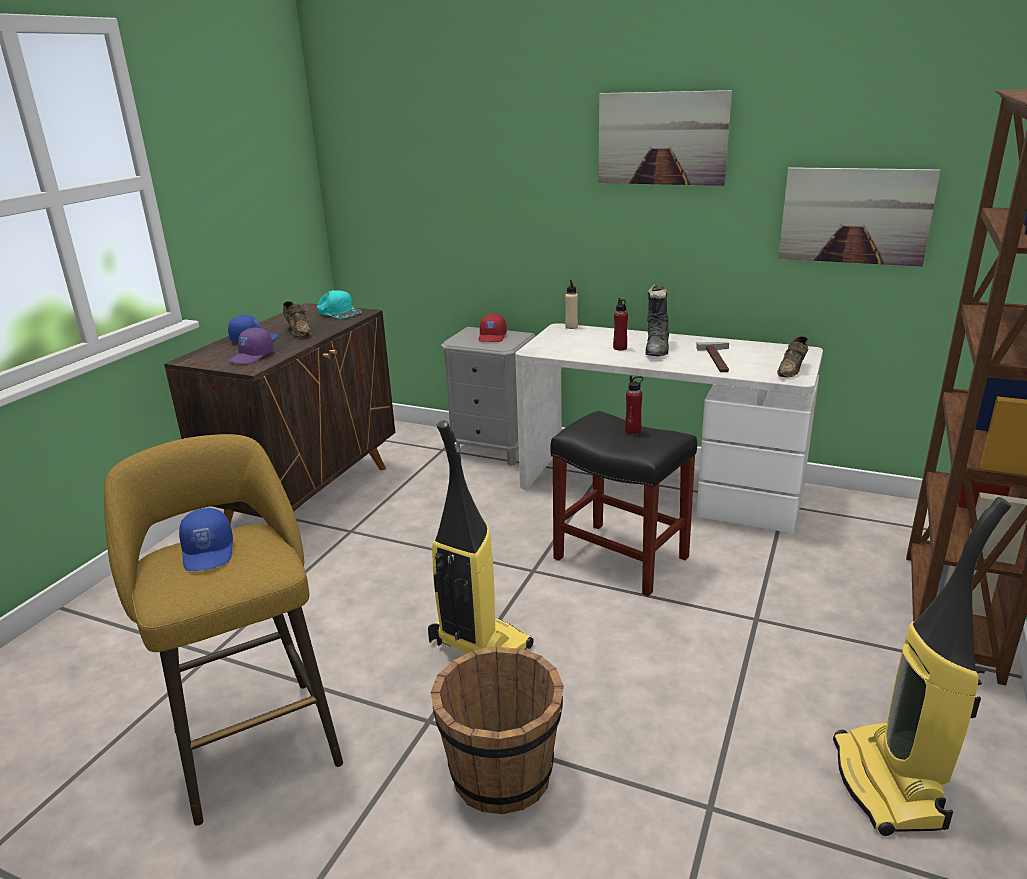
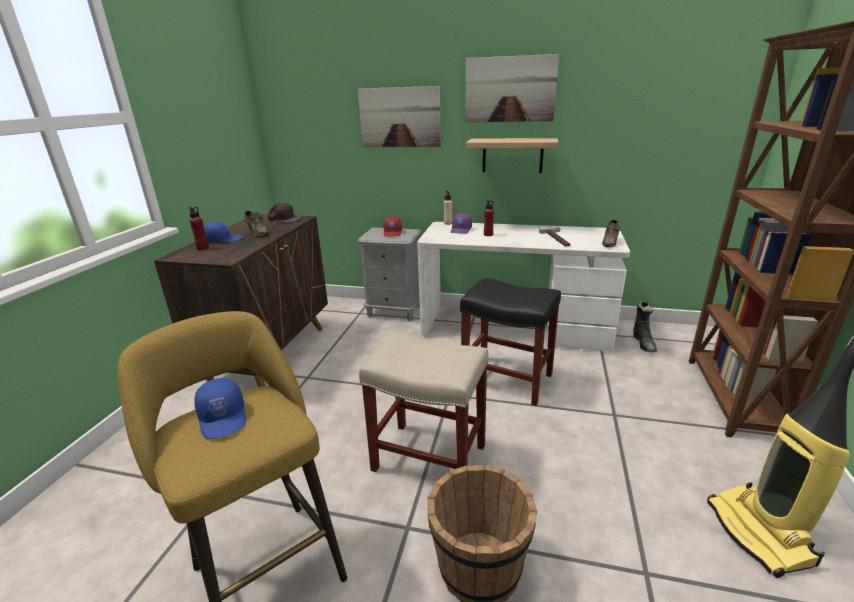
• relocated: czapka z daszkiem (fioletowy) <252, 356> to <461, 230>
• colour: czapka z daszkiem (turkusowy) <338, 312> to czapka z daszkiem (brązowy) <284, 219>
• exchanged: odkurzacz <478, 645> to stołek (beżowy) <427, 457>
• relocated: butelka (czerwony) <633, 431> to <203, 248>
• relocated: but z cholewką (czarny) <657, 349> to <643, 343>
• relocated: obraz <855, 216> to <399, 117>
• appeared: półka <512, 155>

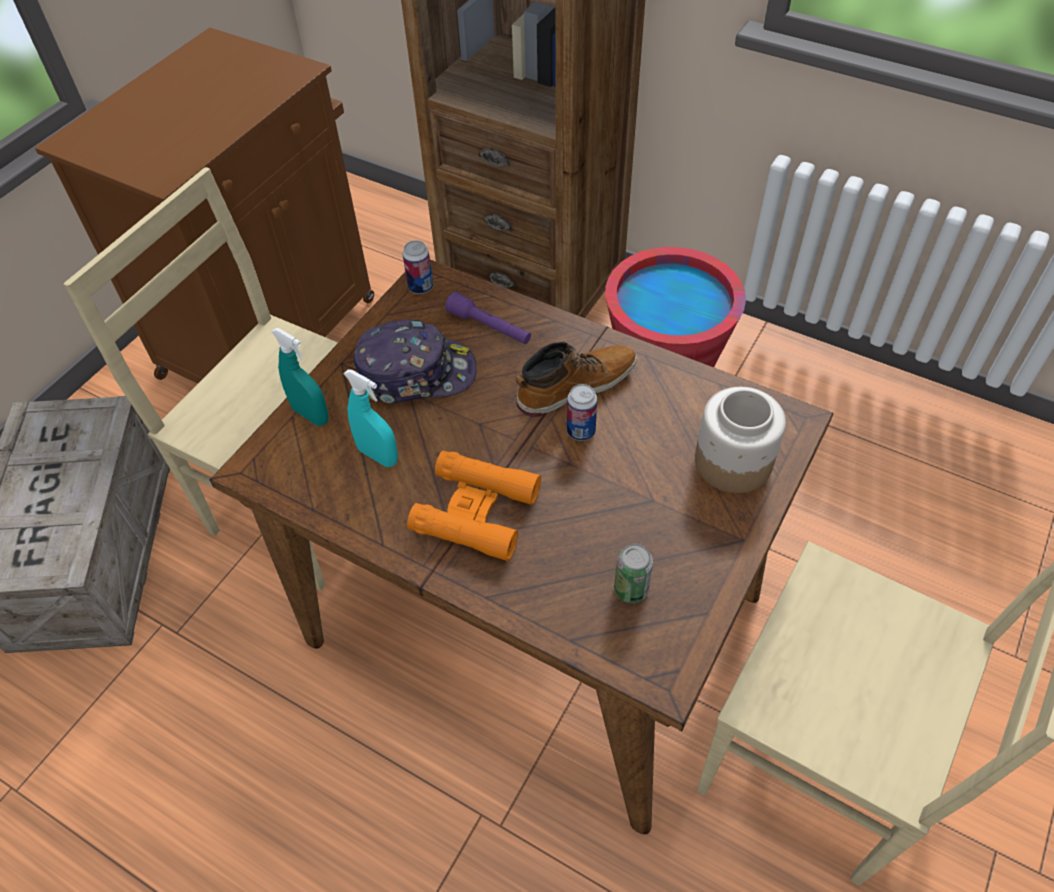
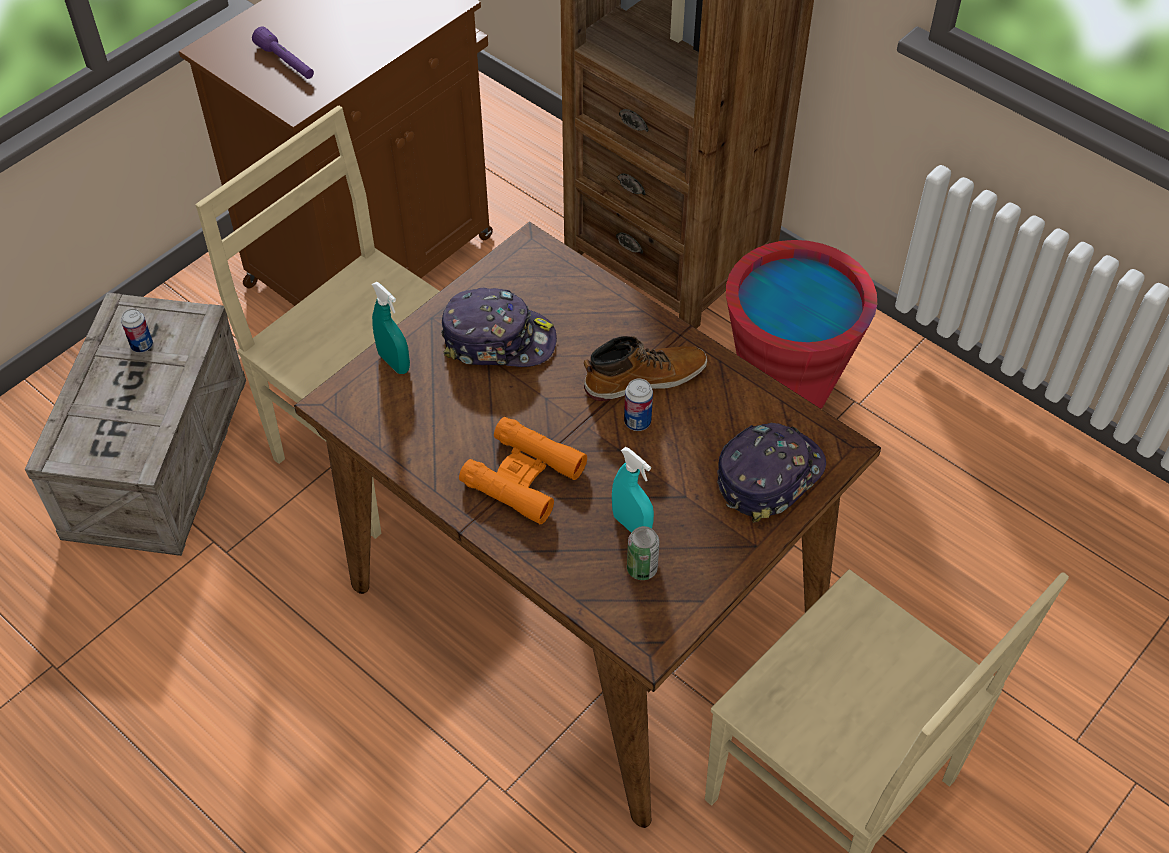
• relocated: spryskiwacz (turkusowy) <378, 456> to <631, 525>
• relocated: puszka <420, 287> to <142, 345>
• relocated: latarka (fioletowy) <489, 327> to <285, 62>
• exchanged: słoik <732, 462> to czapka z daszkiem <768, 475>

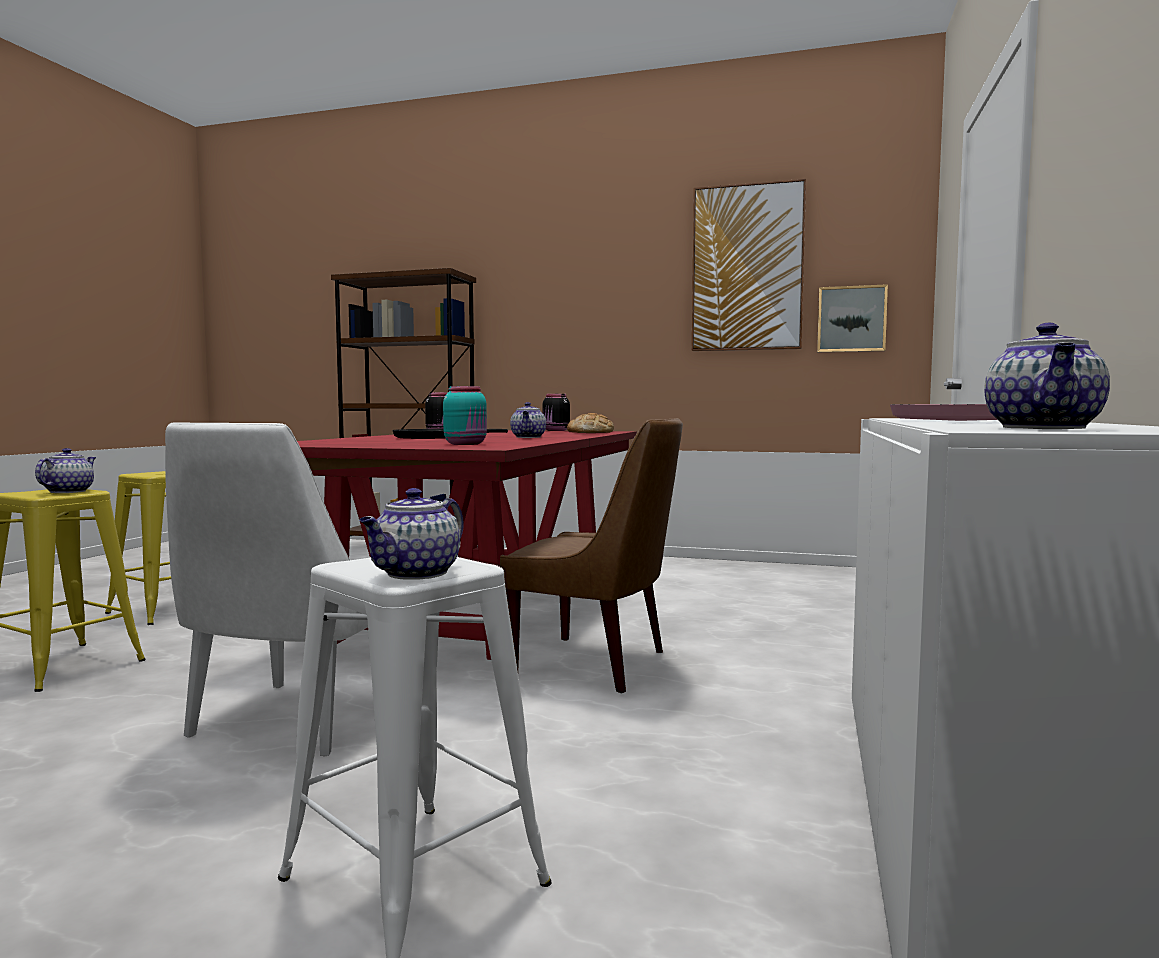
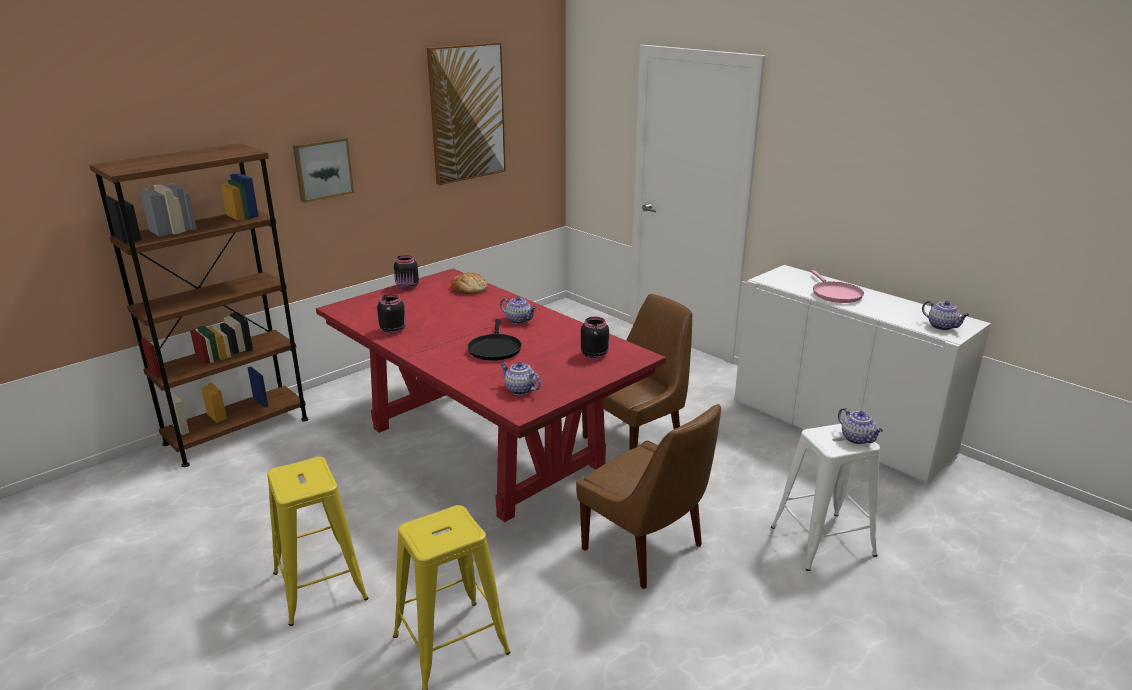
• relocated: imbryk <69, 491> to <519, 390>
• colour: krzesło (biały) <294, 721> to krzesło (brązowy) <646, 549>
• colour: słoik (turkusowy) <466, 444> to słoik (czarny) <594, 354>
• relocated: obraz <851, 319> to <322, 169>

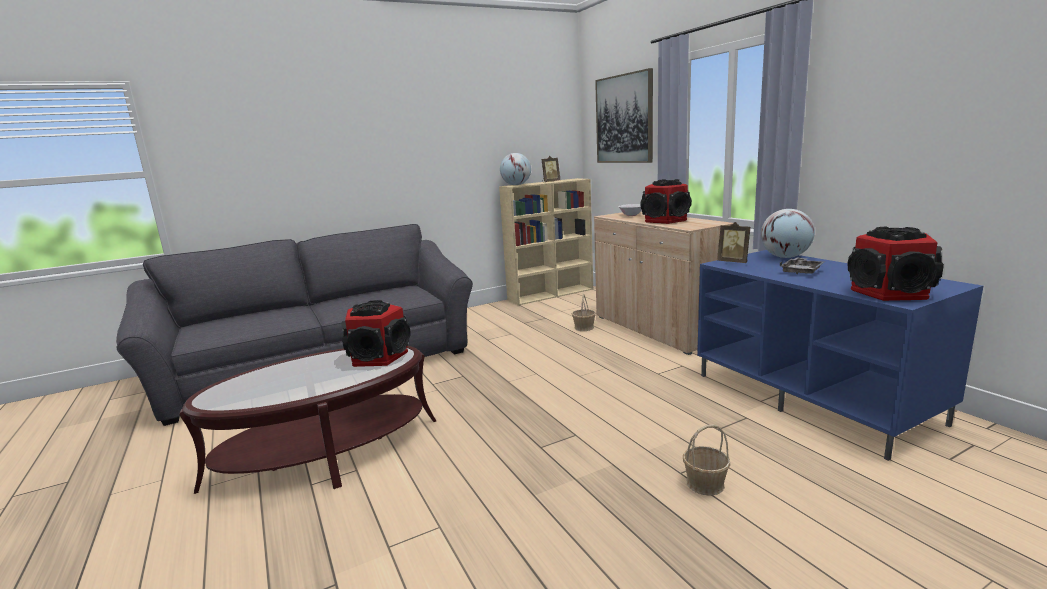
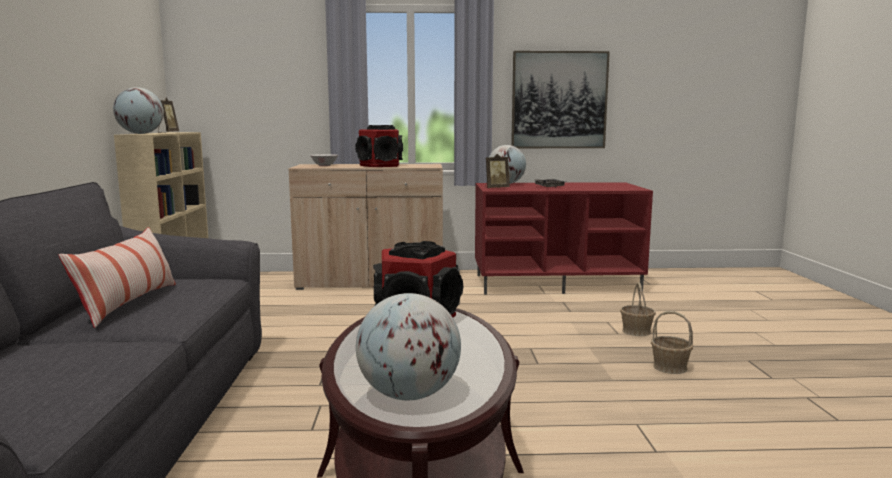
• relocated: koszyk <584, 328> to <670, 367>
• relocated: obraz <624, 119> to <559, 100>
• colour: szafka pod telewizor (niebieski) <814, 398> to szafka pod telewizor (czerwony) <556, 283>
• missing: głośnik <891, 292>
• appeared: poduszka <128, 304>
• appeared: globus <409, 395>

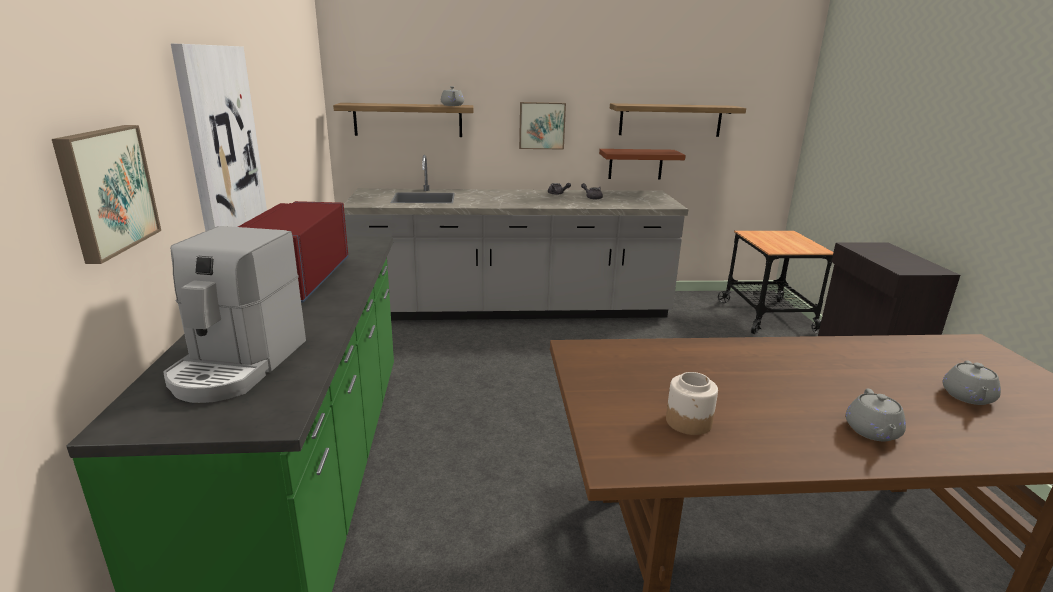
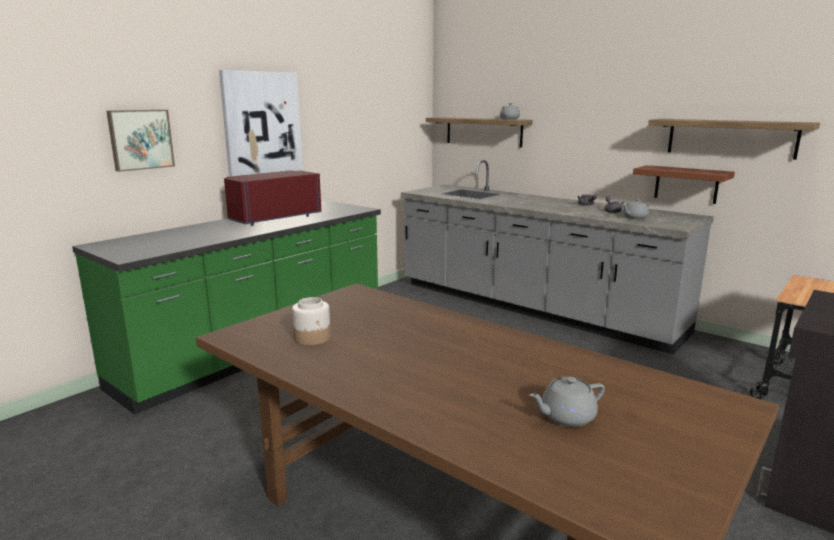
• missing: ekspres do kawy <238, 365>
• missing: obraz <541, 125>
• relocated: imbryk (szary) <872, 432> to <634, 217>

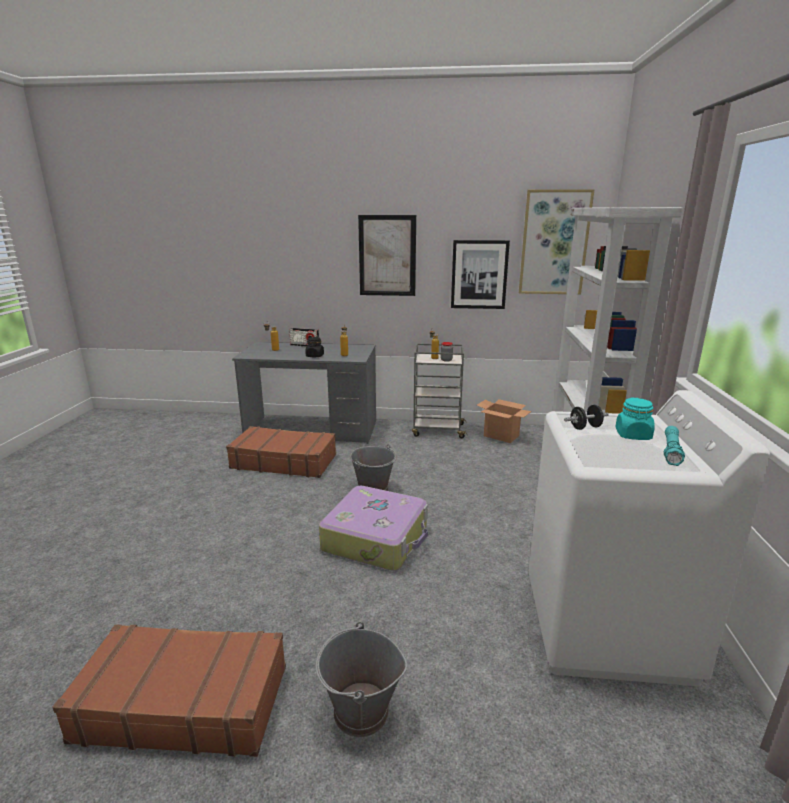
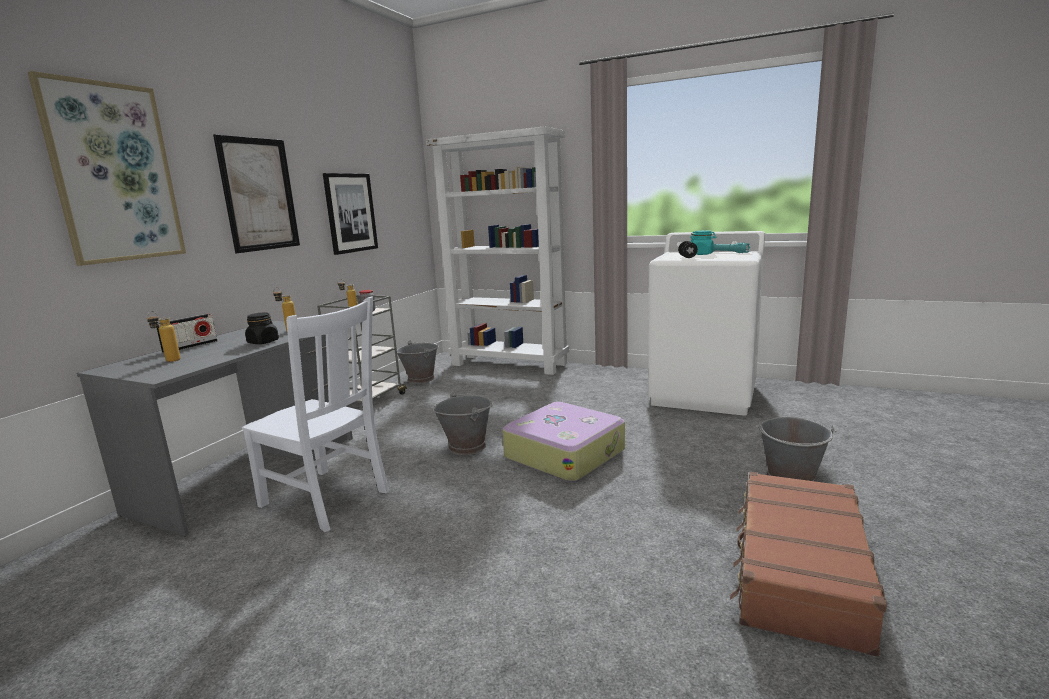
• exchanged: walizka (brązowy) <284, 461> to krzesło (biały) <327, 499>
• exchanged: karton <501, 436> to wiadro (szary) <421, 379>
• relocated: obraz <554, 243> to <113, 173>

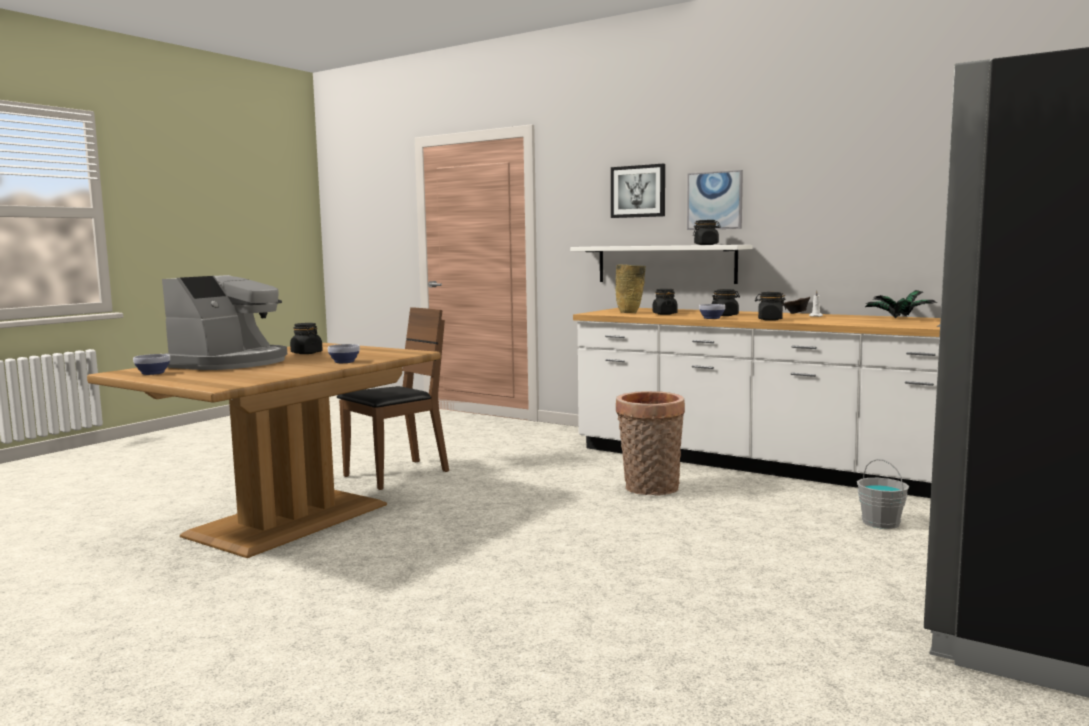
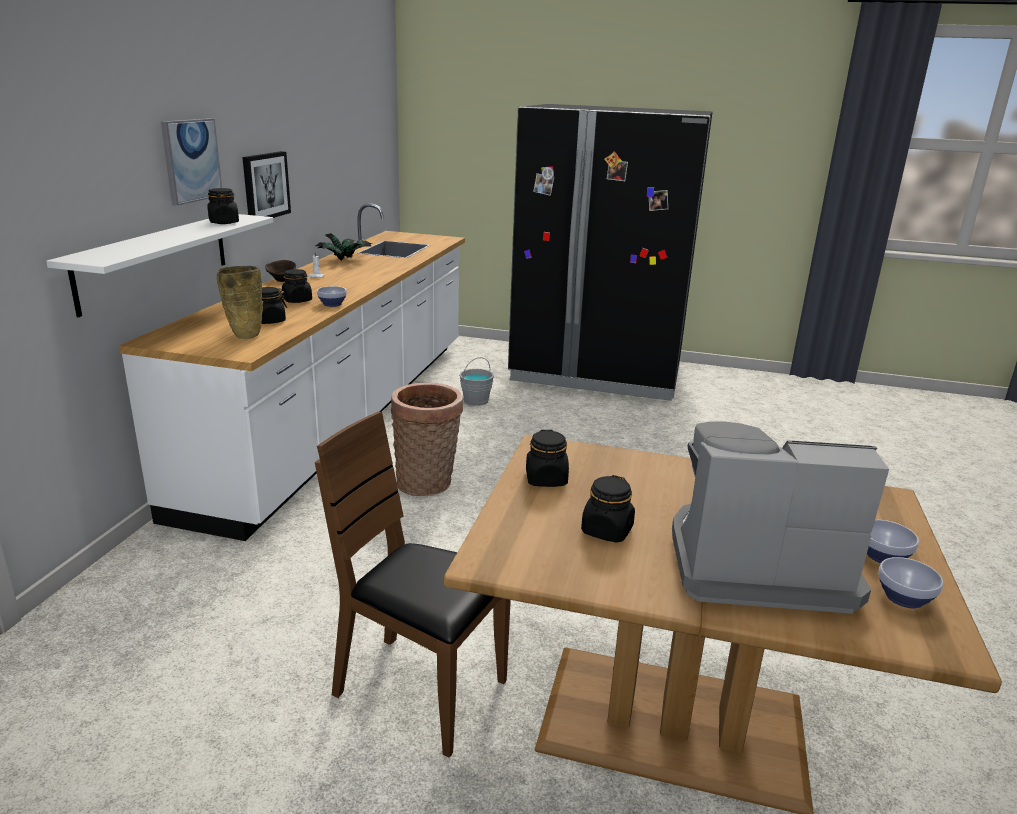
• relocated: miska <345, 362> to <881, 556>
• relocated: obraz <638, 191> to <265, 186>
• relocated: słoik (czarny) <770, 319> to <546, 479>

